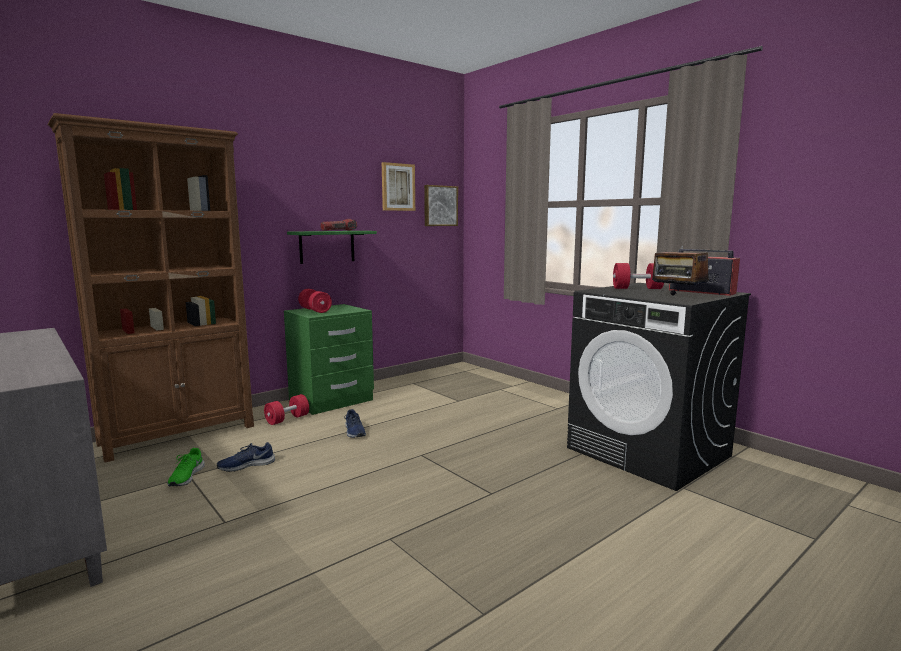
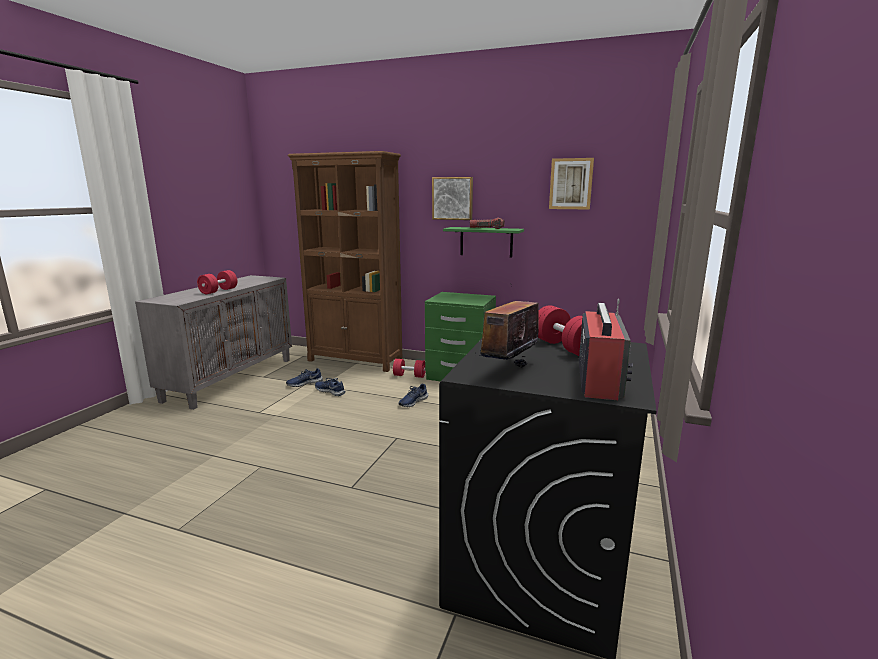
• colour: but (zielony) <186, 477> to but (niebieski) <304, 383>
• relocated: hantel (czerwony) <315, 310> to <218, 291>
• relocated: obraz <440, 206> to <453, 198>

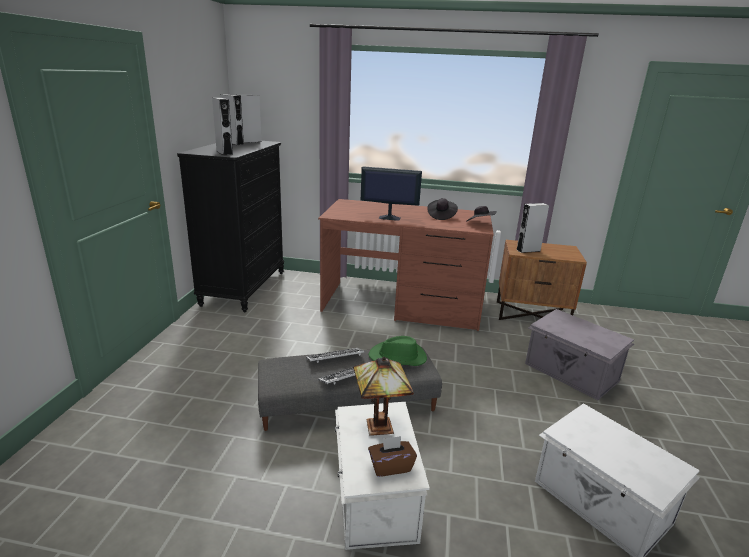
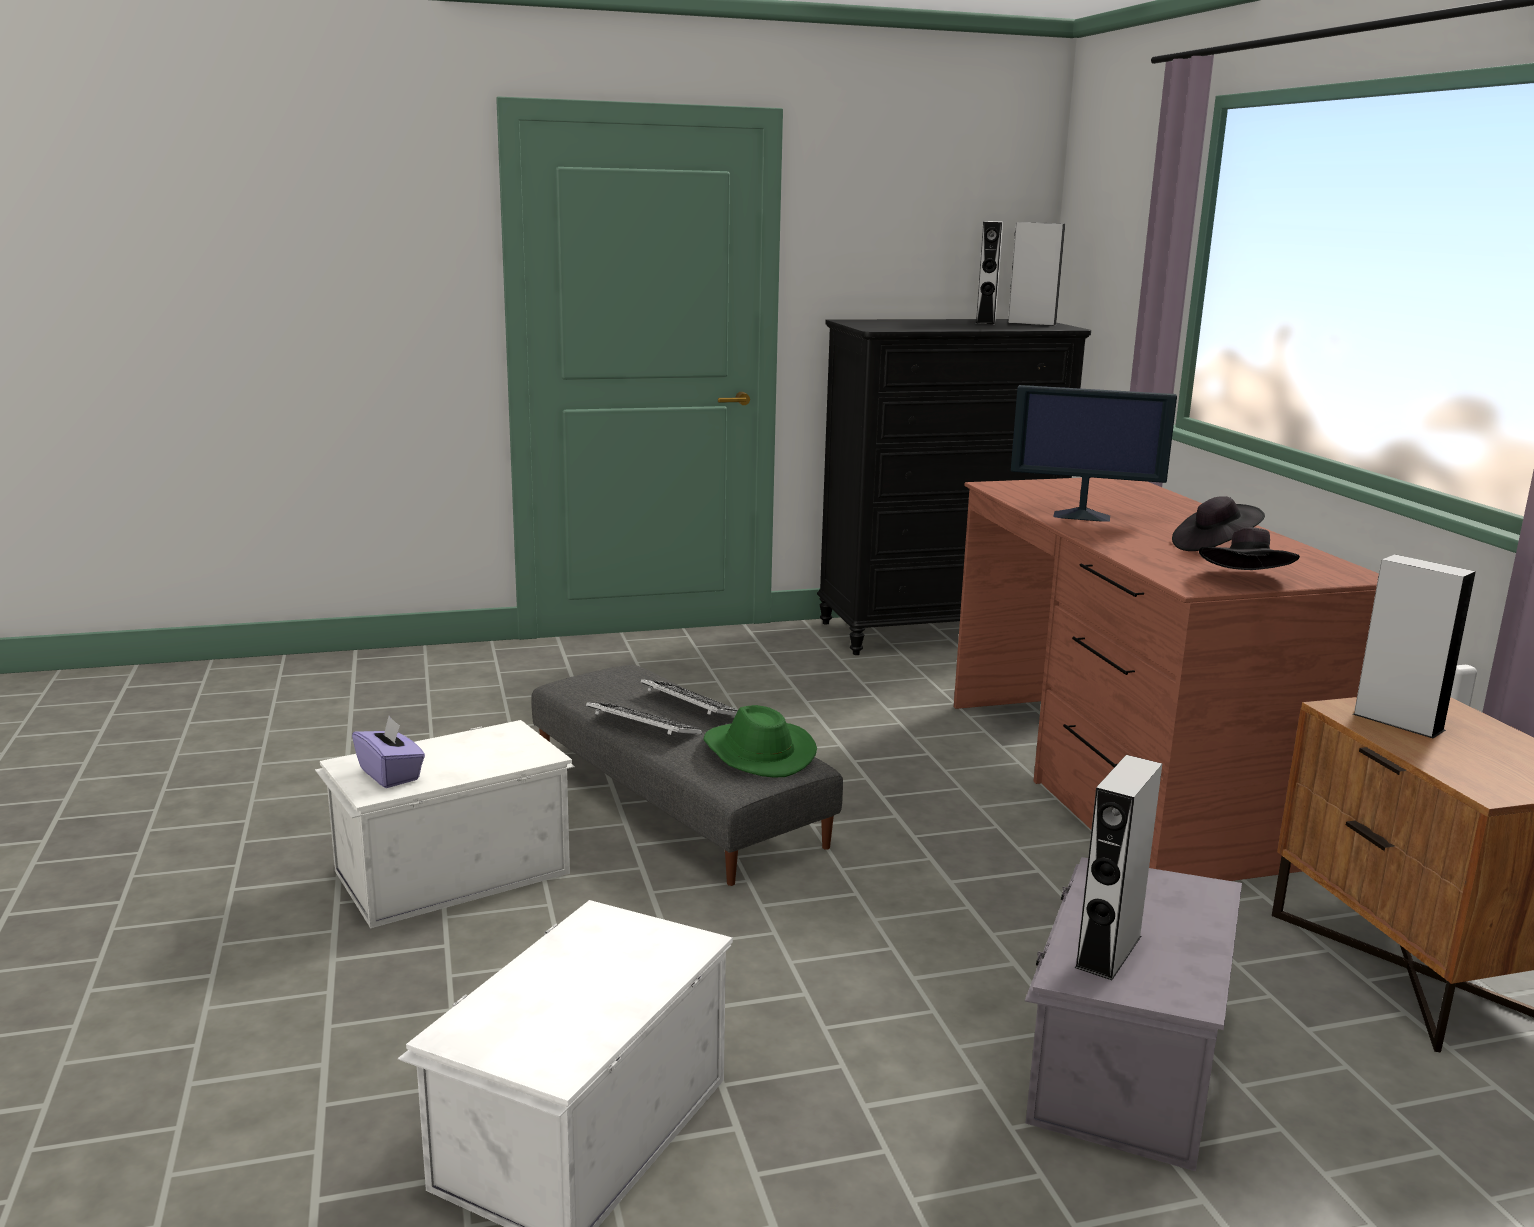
• relocated: głośnik (szary) <224, 153> to <1108, 951>
• missing: lampa stołowa <377, 425>
• spun: monitor <388, 218> = <1083, 516> 120 degrees clockwise
• colour: pudełko chusteczek (brązowy) <390, 466> to pudełko chusteczek (fioletowy) <390, 774>

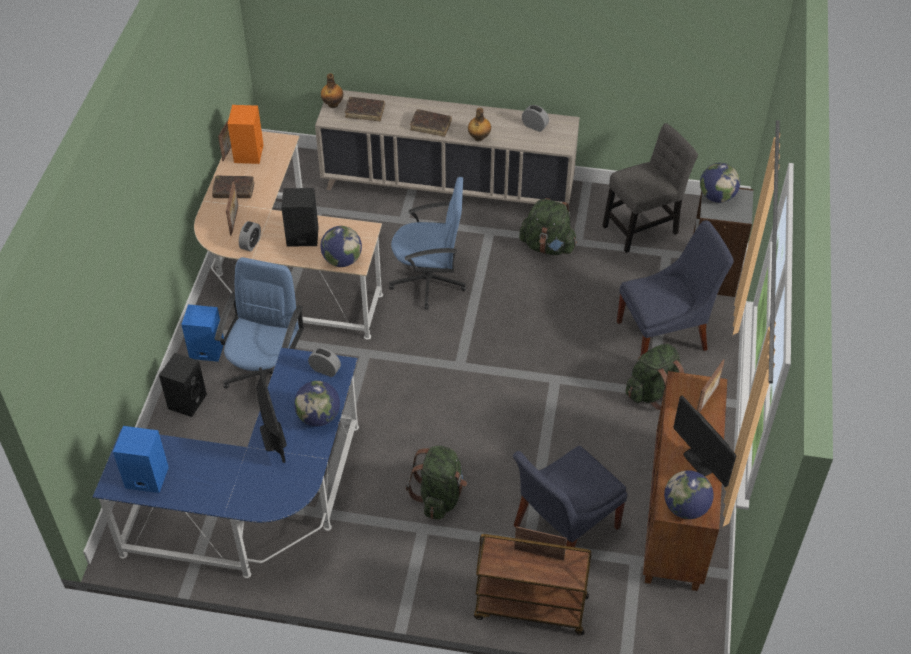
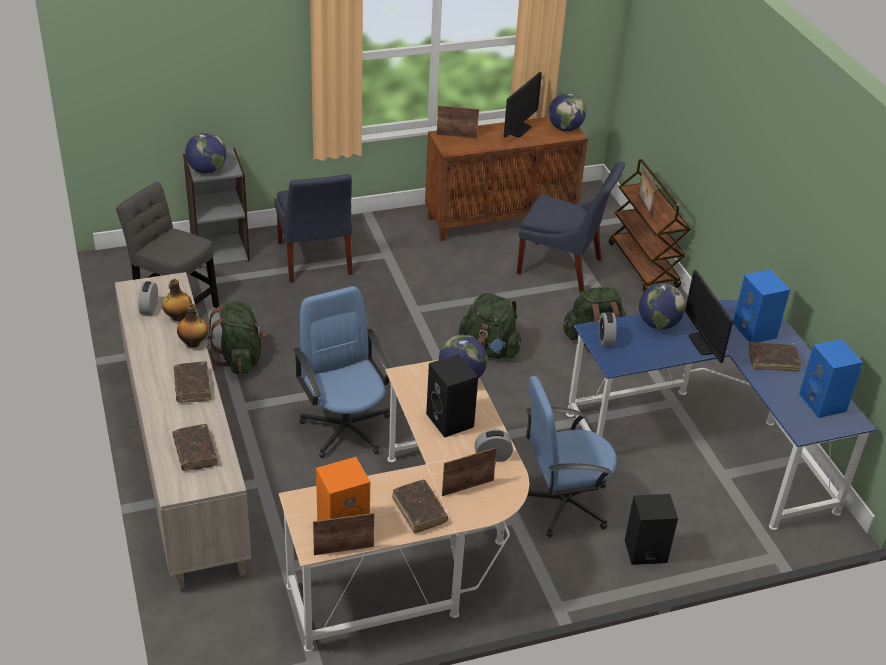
• relocated: głośnik (niebieski) <206, 350> to <755, 331>
• spun: monitor <273, 436> = <704, 343> 60 degrees counterclockwise
• relocated: butelka <333, 104> to <178, 317>
• spun: krzesło (niebieski) <666, 334> = <314, 261> 150 degrees counterclockwise
• relocated: plecak (zielony) <653, 391> to <489, 349>
• appeared: książka (brązowy) <773, 361>

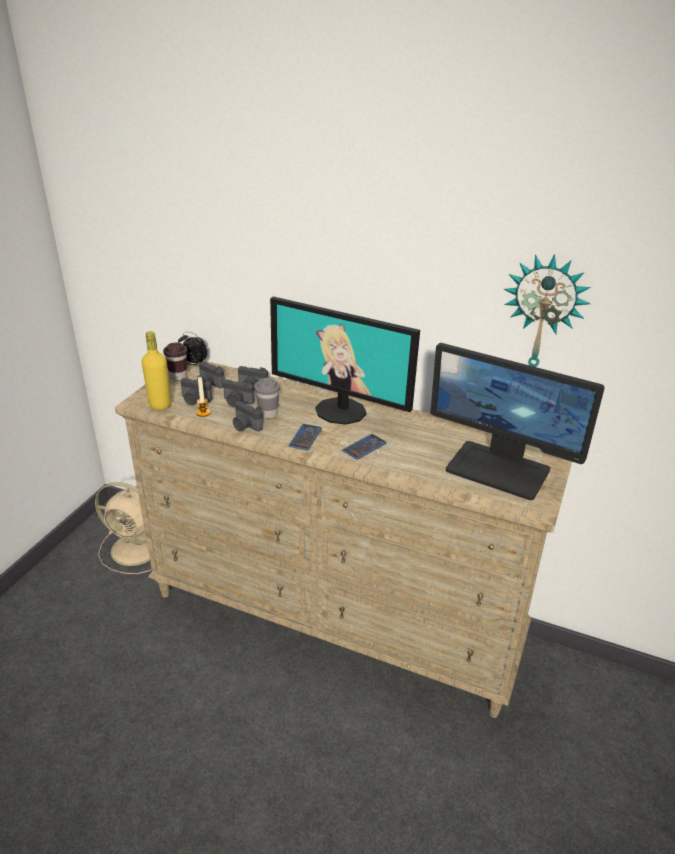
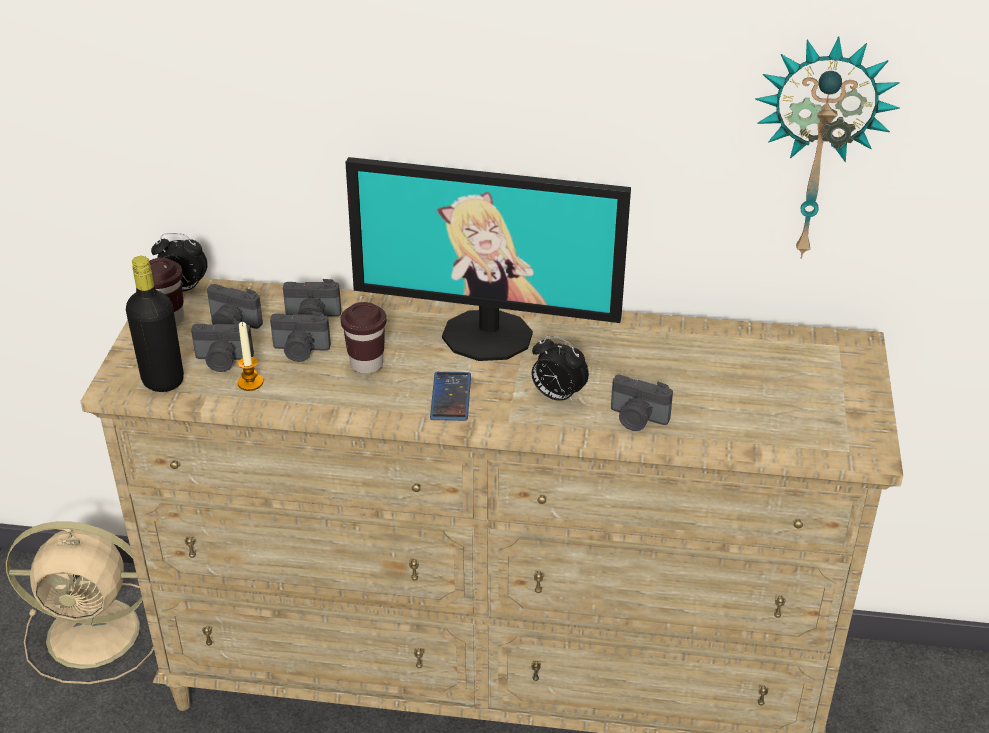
• colour: butelka (żółty) <160, 404> to butelka (czarny) <163, 381>
• relocated: aparat fotograficzny <245, 426> to <637, 419>
• colour: filiżanka (szary) <268, 414> to filiżanka (brązowy) <366, 364>
• exchanged: telefon <364, 447> to budzik <557, 396>
• missing: monitor <499, 469>

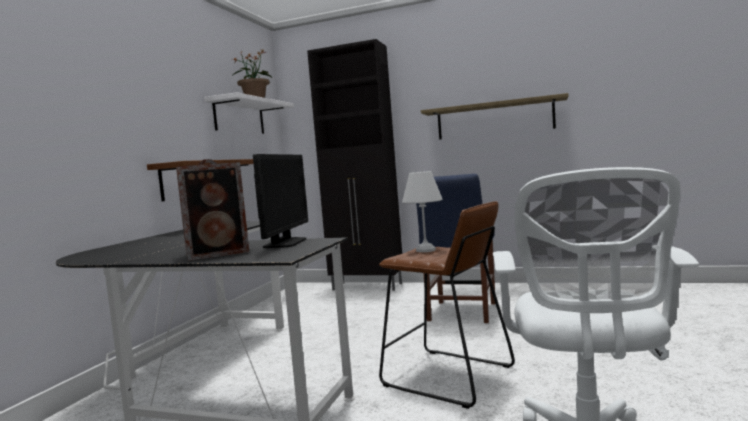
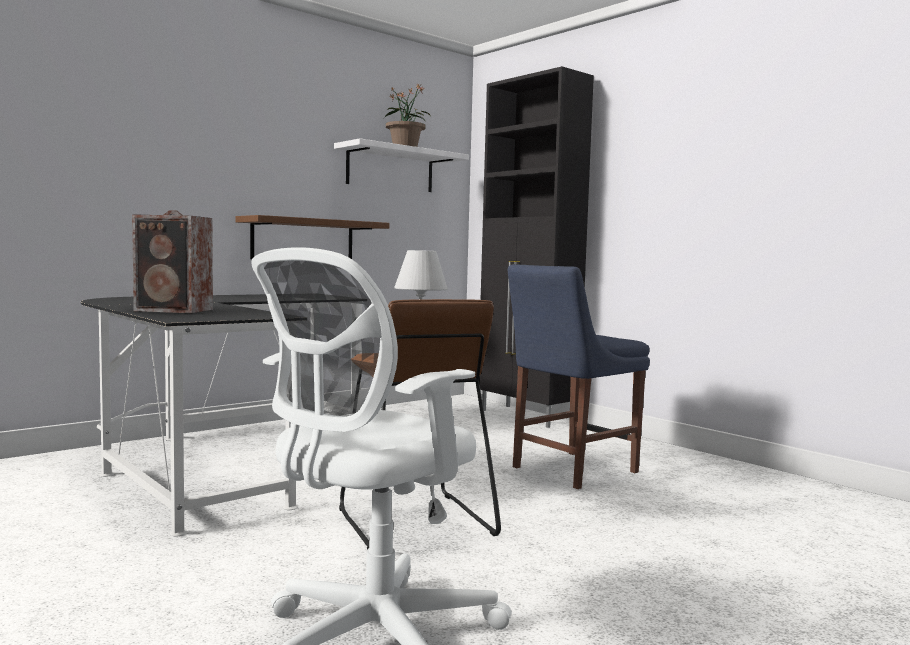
• missing: monitor <285, 243>
• missing: półka <494, 119>

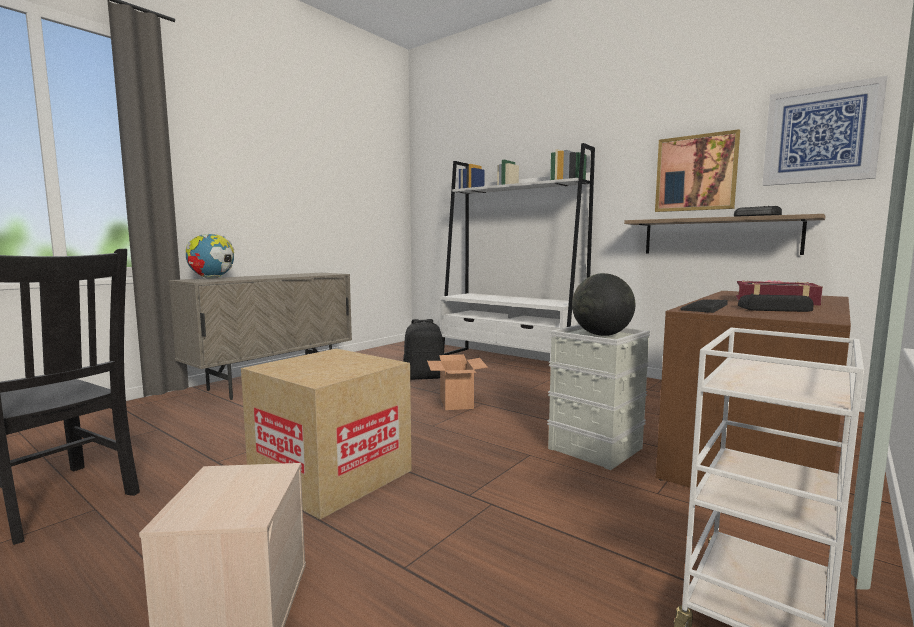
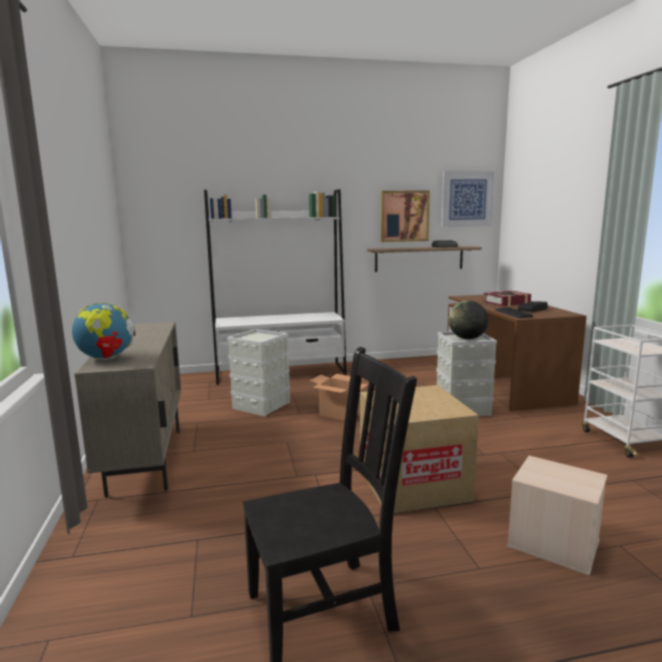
• exchanged: plecak (czarny) <424, 377> to pojemnik do przechowywania (szary) <261, 405>

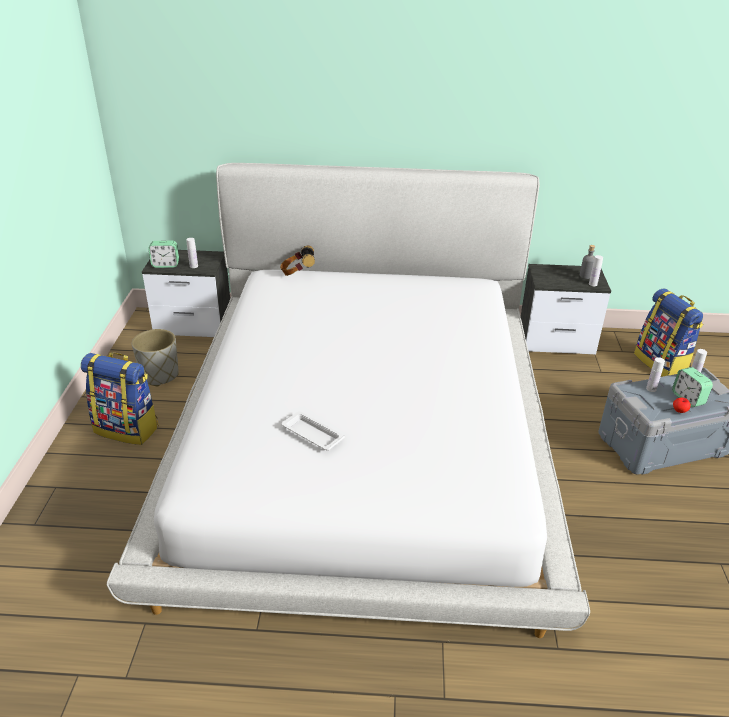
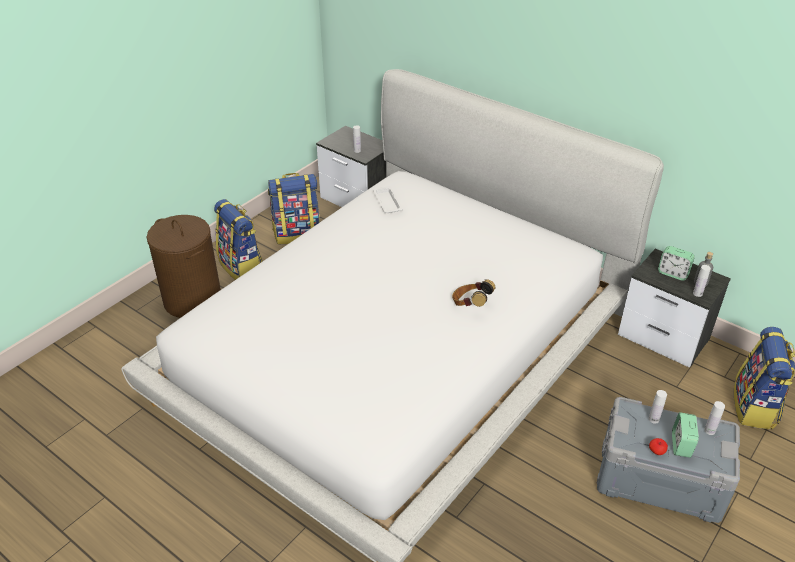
• exchanged: donica (szary) <160, 375> to plecak <297, 233>
• relocated: budzik <165, 265> to <673, 273>
• relocated: słuchawki <297, 273> to <470, 304>
• relocated: taca (biały) <311, 434> to <387, 202>
• appeared: kosz na pranie (brązowy) <192, 300>

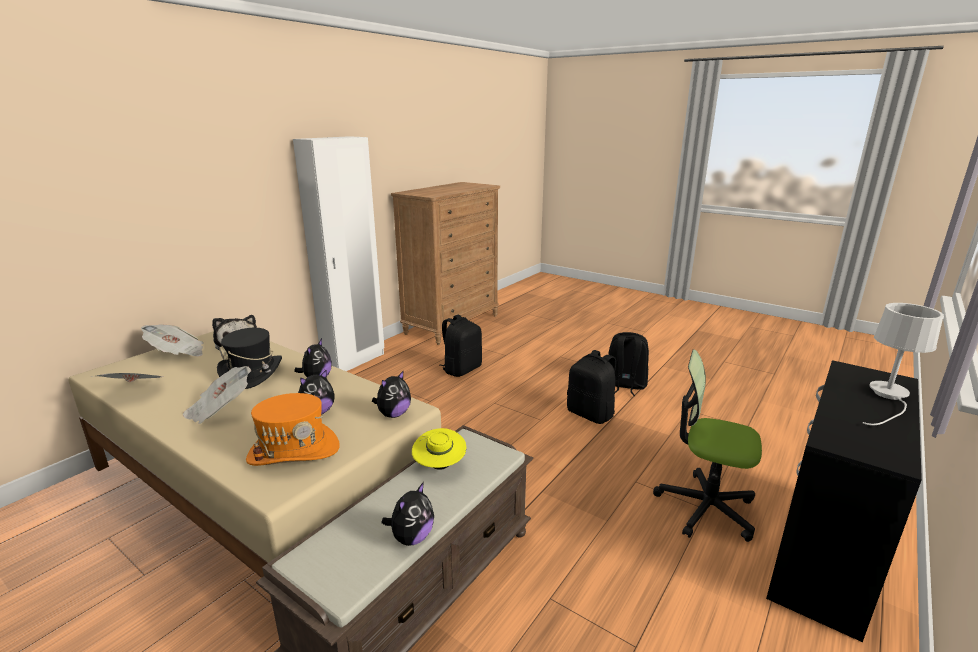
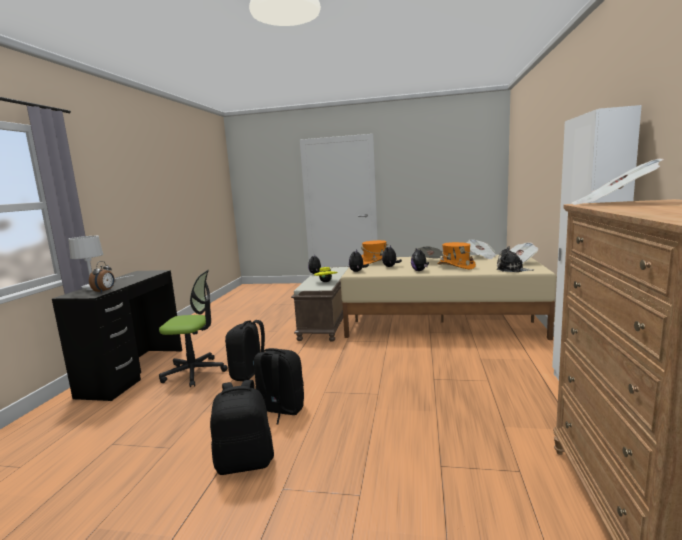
• colour: kapelusz (czarny) <252, 373> to kapelusz (pomarańczowy) <456, 266>
• relocated: plecak (czarny) <461, 369> to <249, 374>
• appeared: budzik <105, 291>
• appeared: gazeta <613, 203>

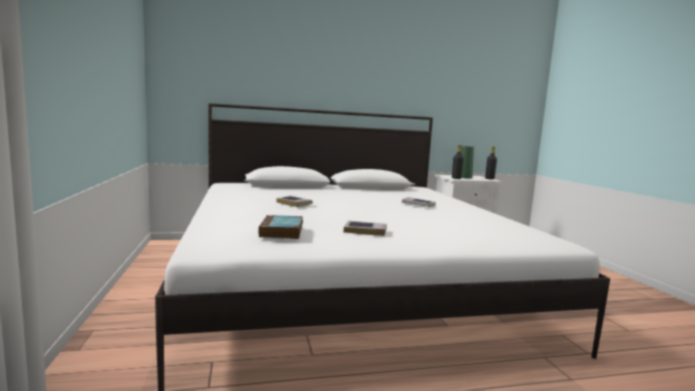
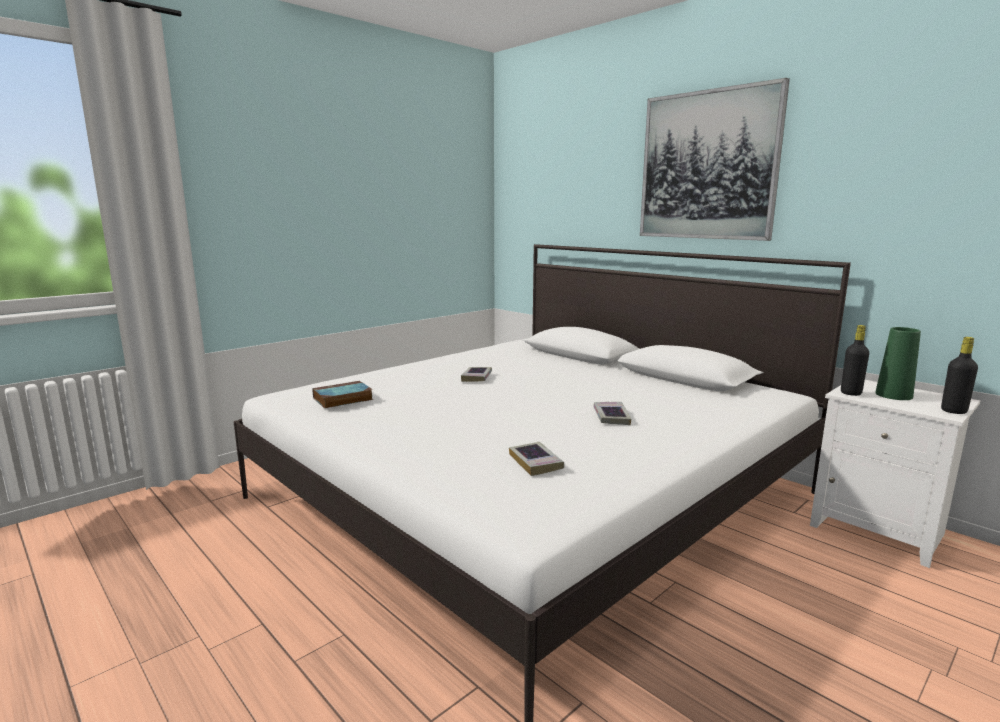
• relocated: książka <365, 231> to <535, 462>
• appeared: obraz <708, 166>

